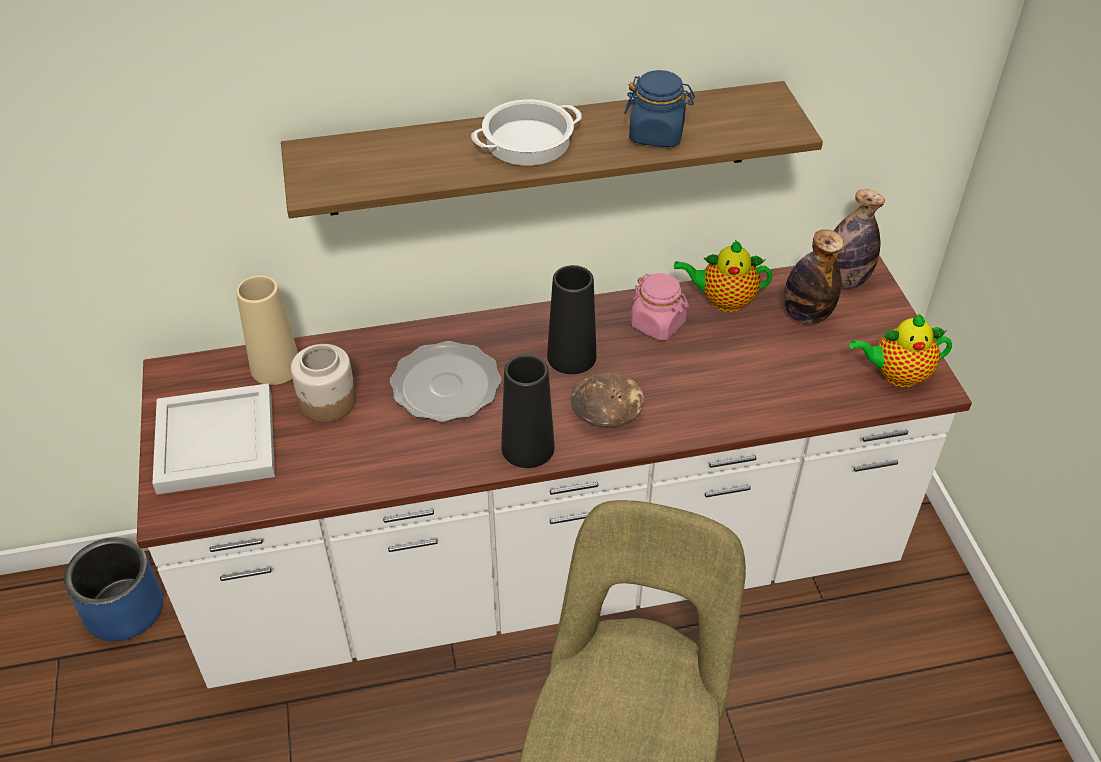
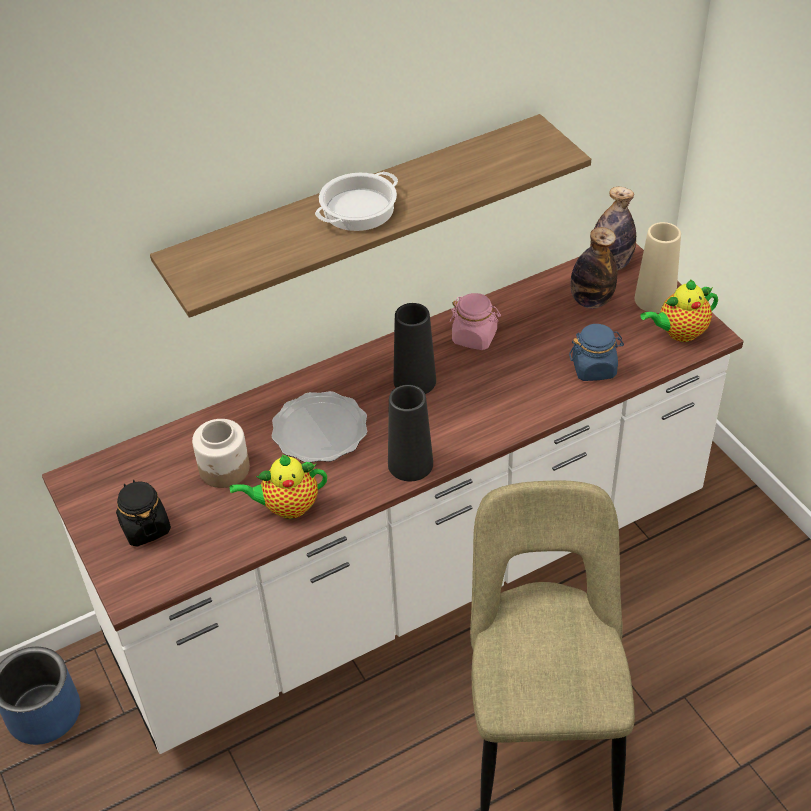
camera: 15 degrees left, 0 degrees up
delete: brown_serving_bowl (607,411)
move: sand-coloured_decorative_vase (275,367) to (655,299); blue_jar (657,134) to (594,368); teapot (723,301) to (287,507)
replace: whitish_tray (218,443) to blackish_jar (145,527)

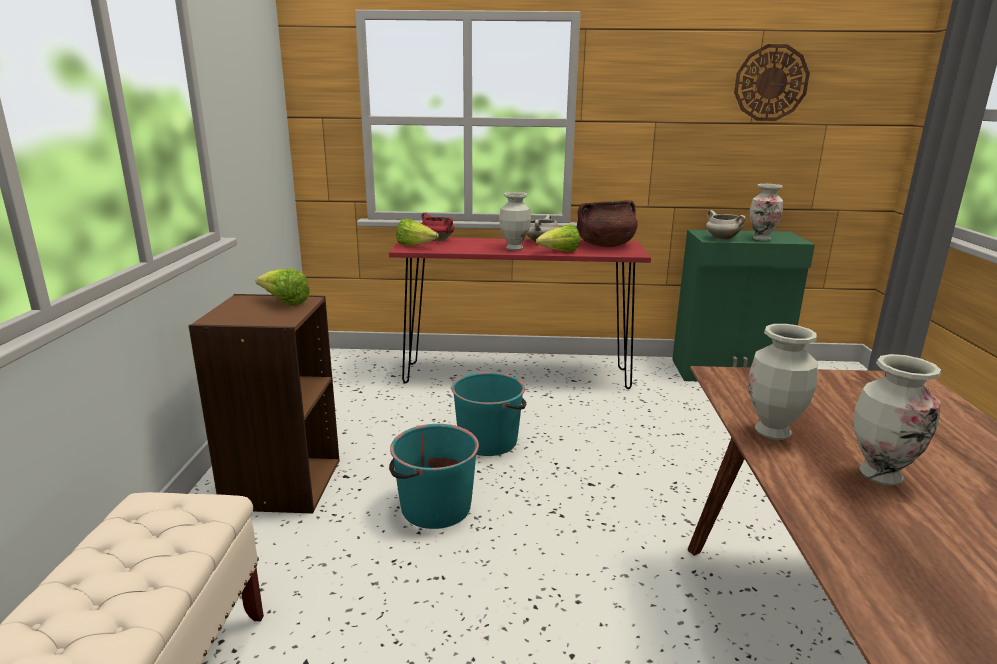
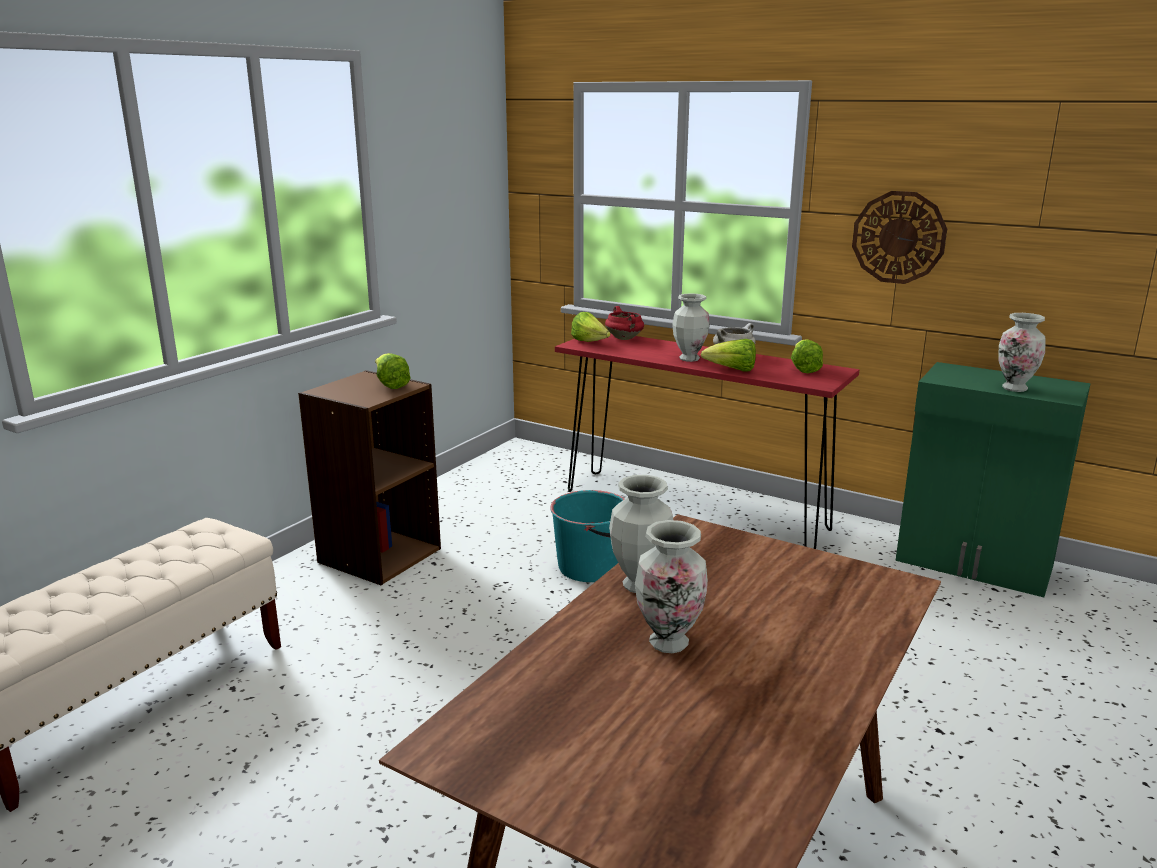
camera: 30 degrees right, 0 degrees up
delete: turquoise-coloured_pail (434,508); whitish_cooking_pot (722,239)
move: hanging_clock (771,83) to (898,237)
replace: brown_cooking_pot (605,245) to head_of_lettuce (803,369)

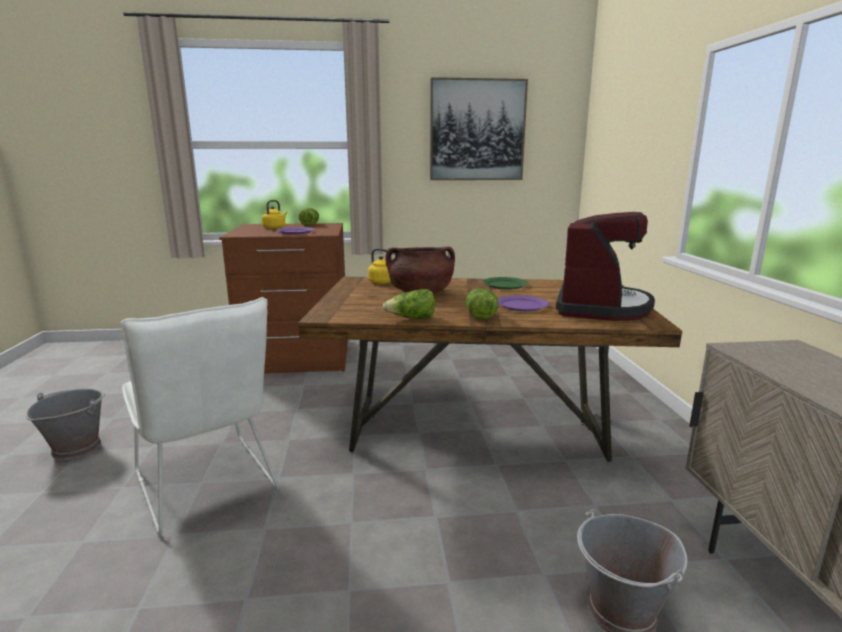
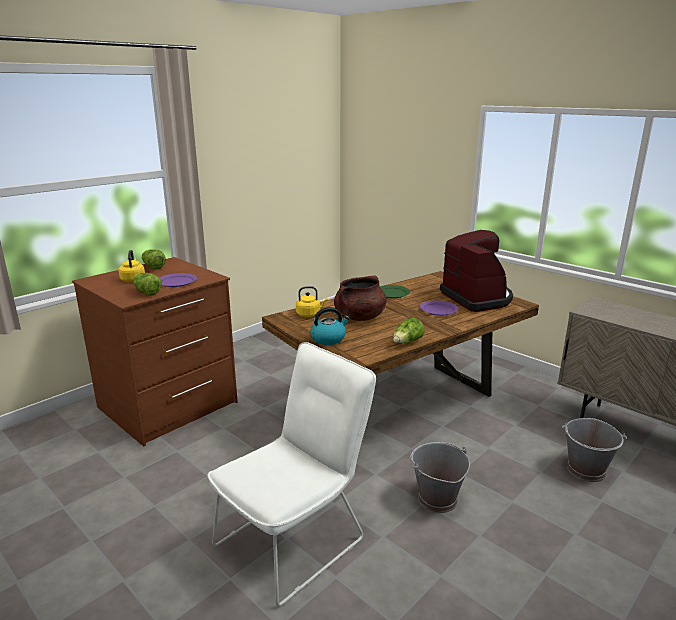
camera: 40 degrees left, 5 degrees up
delete: wall_art (477,130)
insert: water_kettle (328,338)
move: greyish_pail (76,448) to (436,499); head_of_lettuce (479,315) to (146,292)
rotate: whitish_chair (208,486) = (297,537) 60 degrees counterclockwise

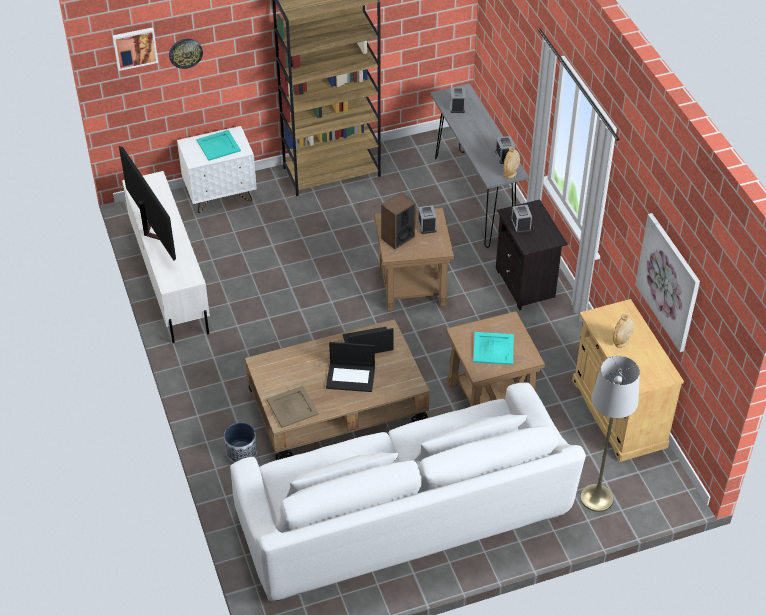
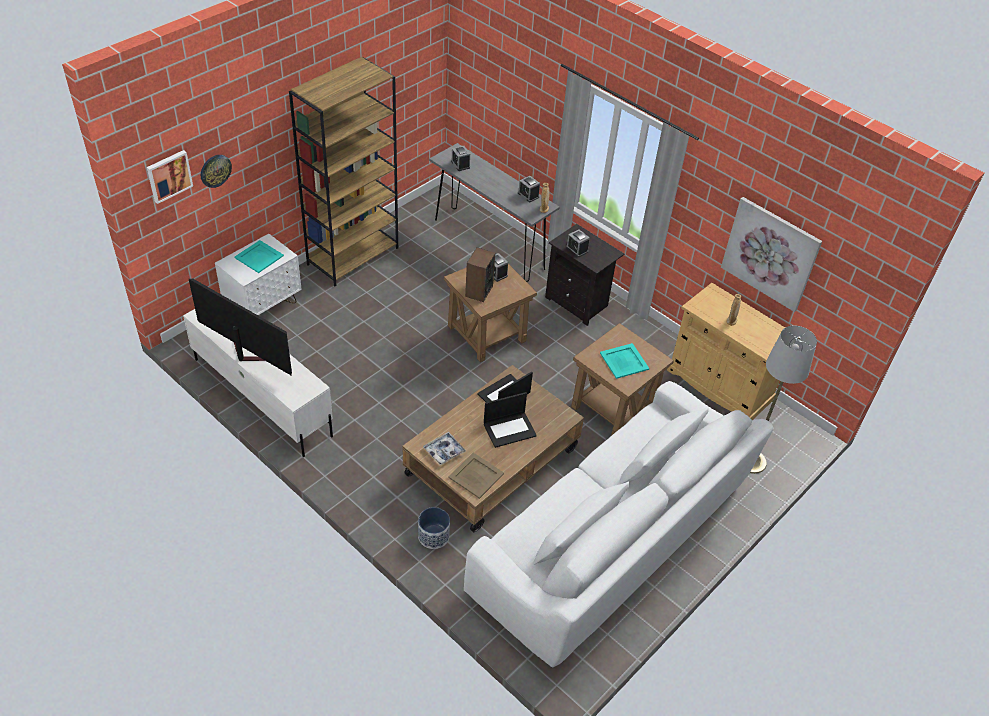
camera: 30 degrees left, 0 degrees up
insert: tray (444,451)

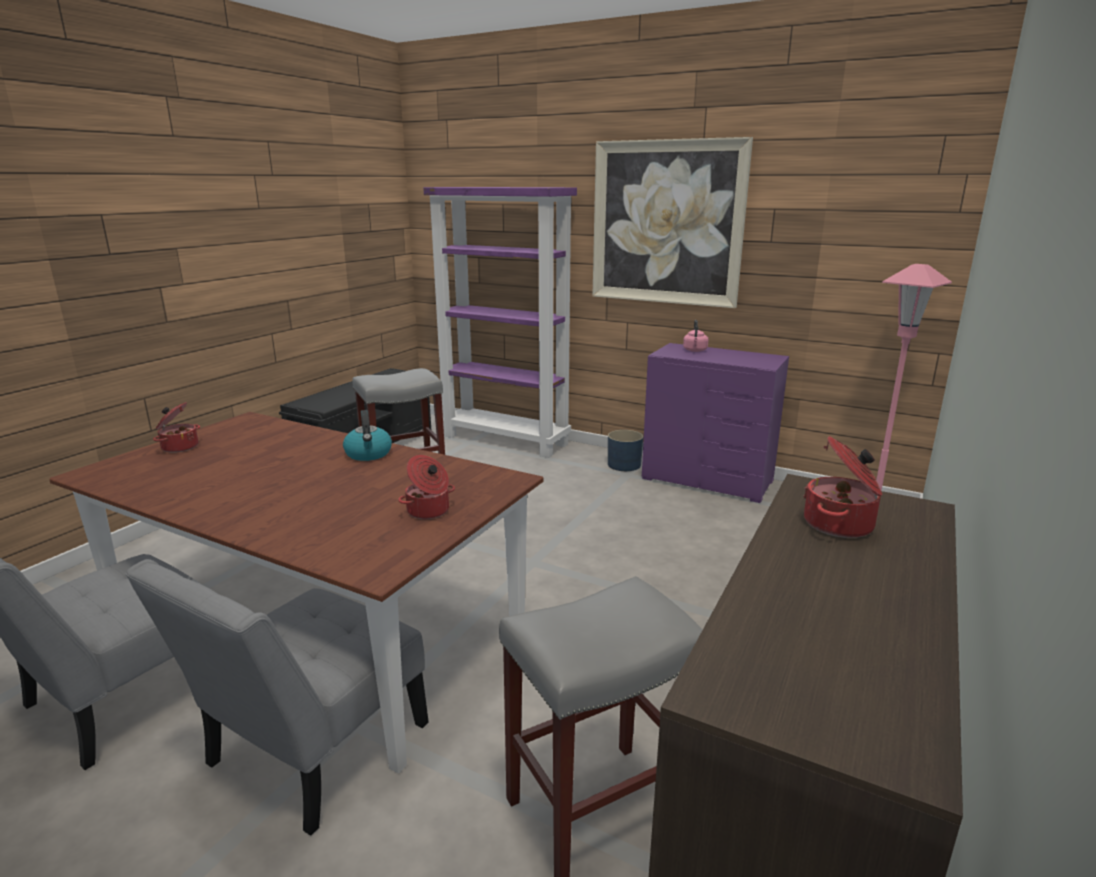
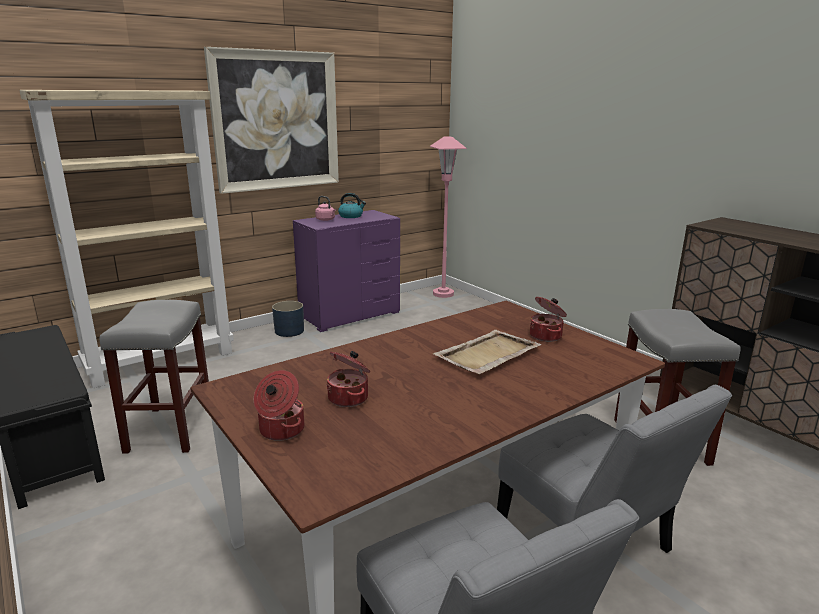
camera: 65 degrees left, 0 degrees up
insert: sand-coloured_tray (486,354)
move: water_kettle (369,454) to (351,216); cooking_pot (840,524) to (349,398)
recolor: purple-coloured_bookcase (506,440) to sand-coloured_bookcase (161,361)

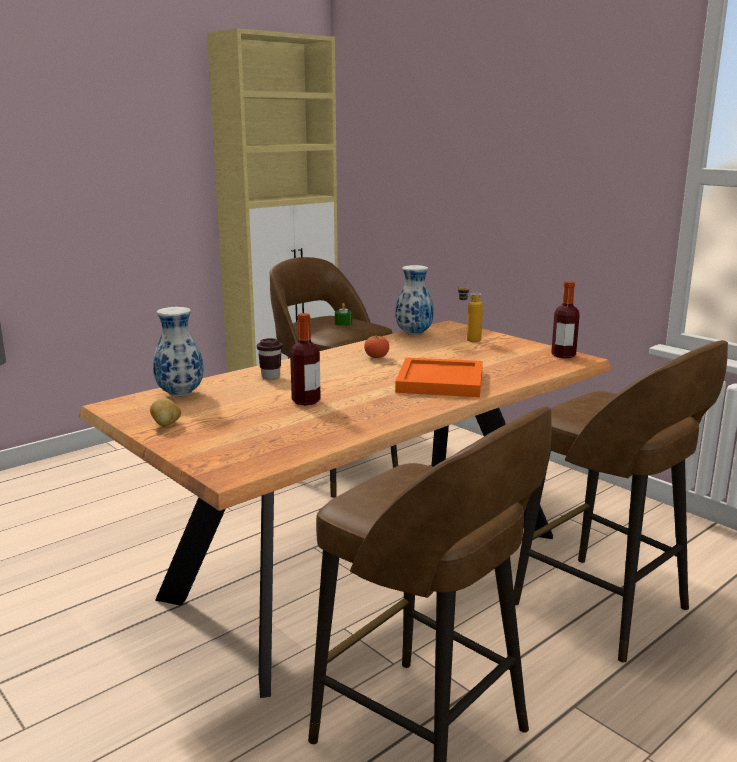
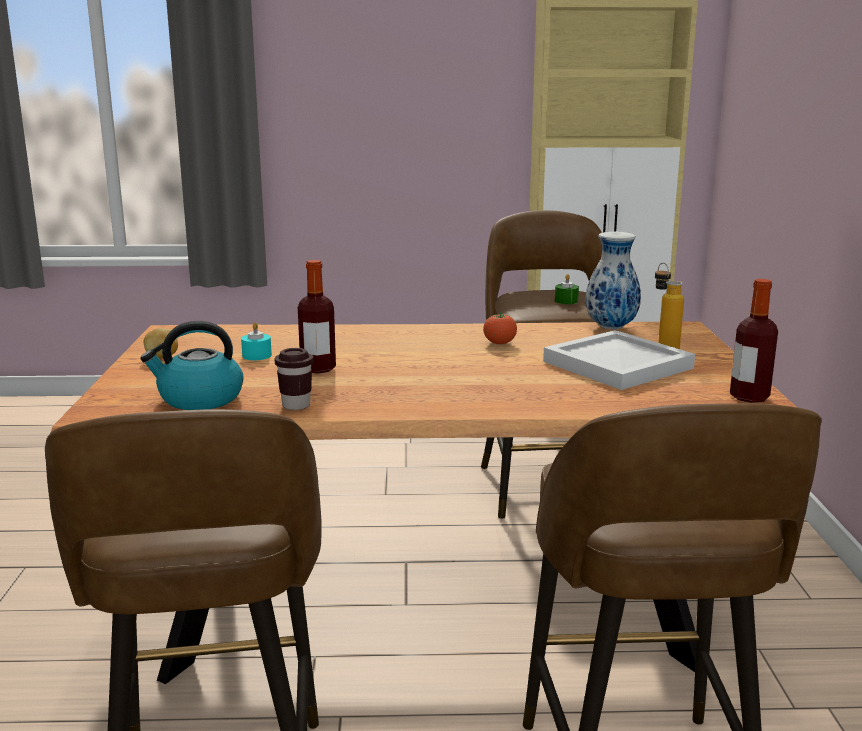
camera: 40 degrees right, 0 degrees up
delete: decorative_vase (181,394); orange-coloured_tray (441,381)
insert: water_kettle (199,399); turquoise-coloured_wax_light (257,355); whitish_tray (615,365)
move: brown_small_cup (270,376) to (296,405)

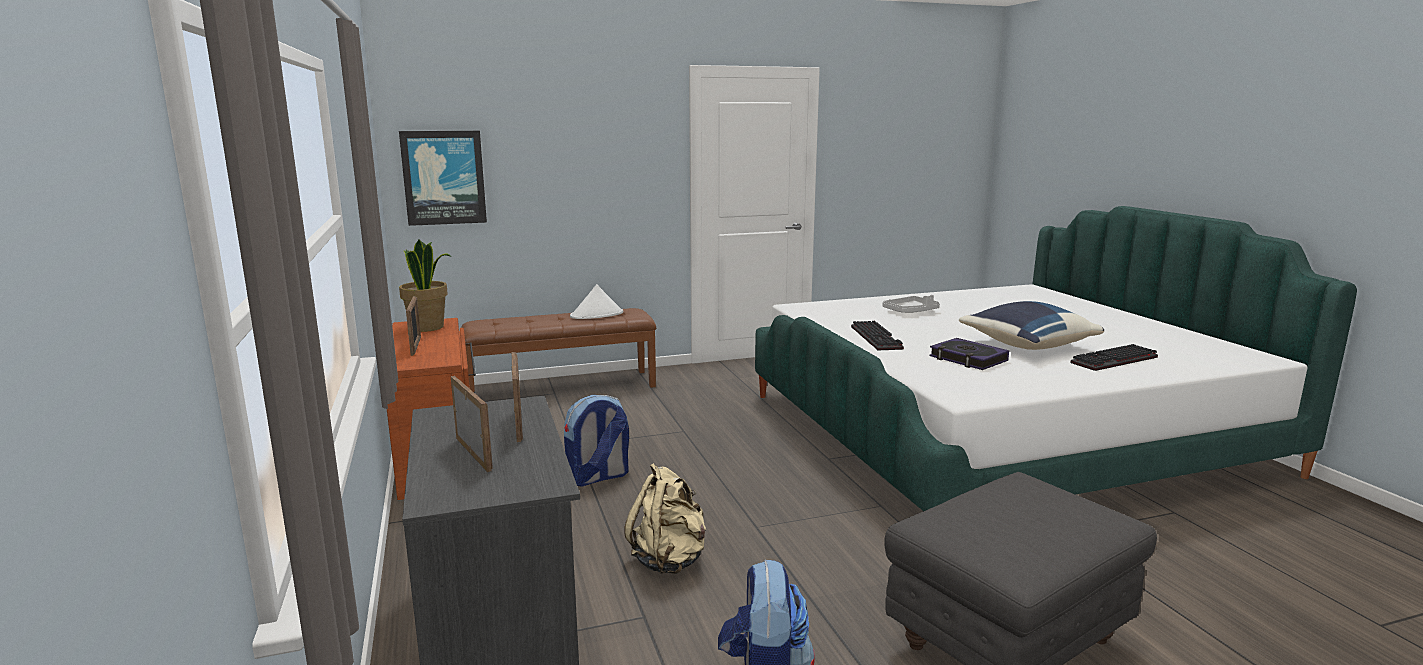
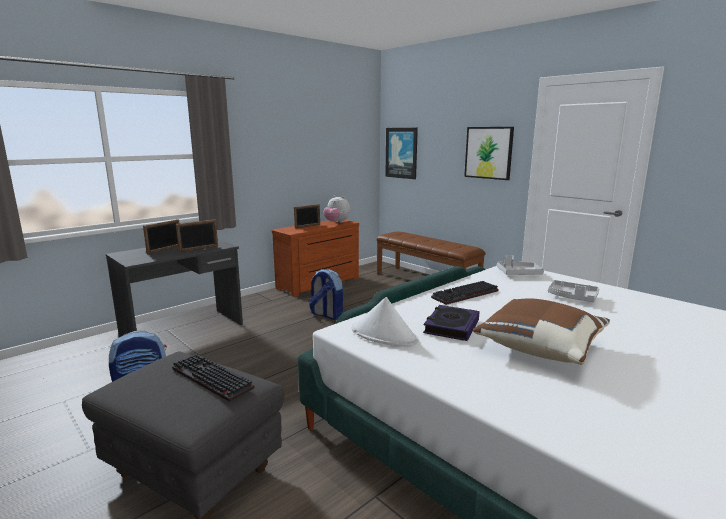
camera: 65 degrees right, 0 degrees up
delete: sand-coloured_rucksack (669,560)
insert: wall_art (488,152); greyish_tray (518,274)
move: whitish_clothing_hat (597,315) to (384,335); PC_keyboard (1114,361) to (209,379)
replace: potted_plant (428,327) to plush_toy (336,222)
recolor: blue_pillow (1026,345) to brown_pillow (539,347)

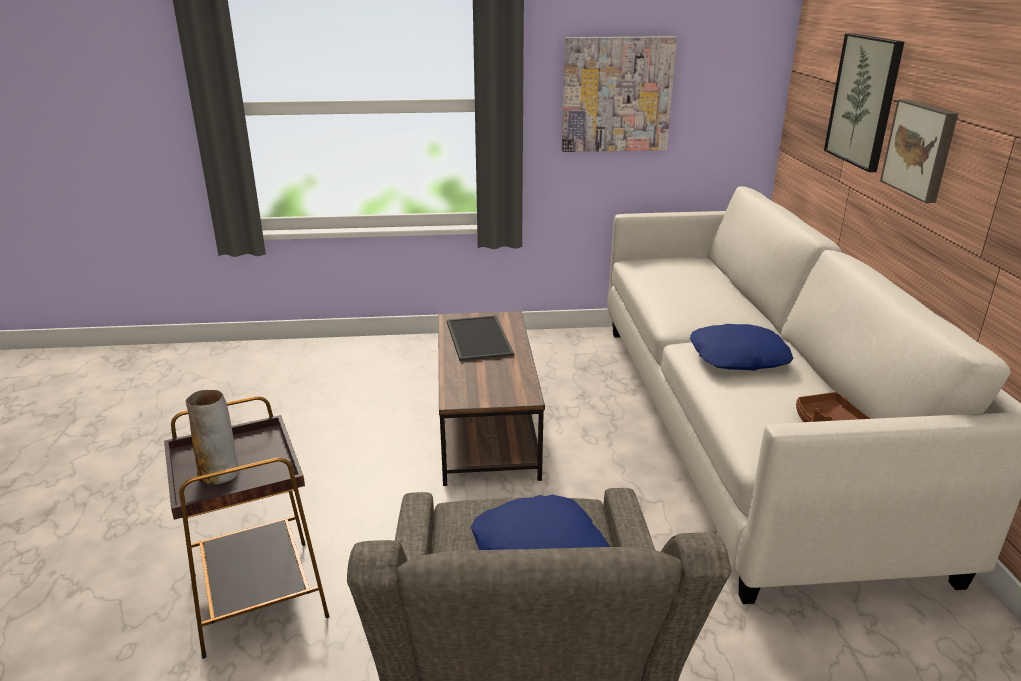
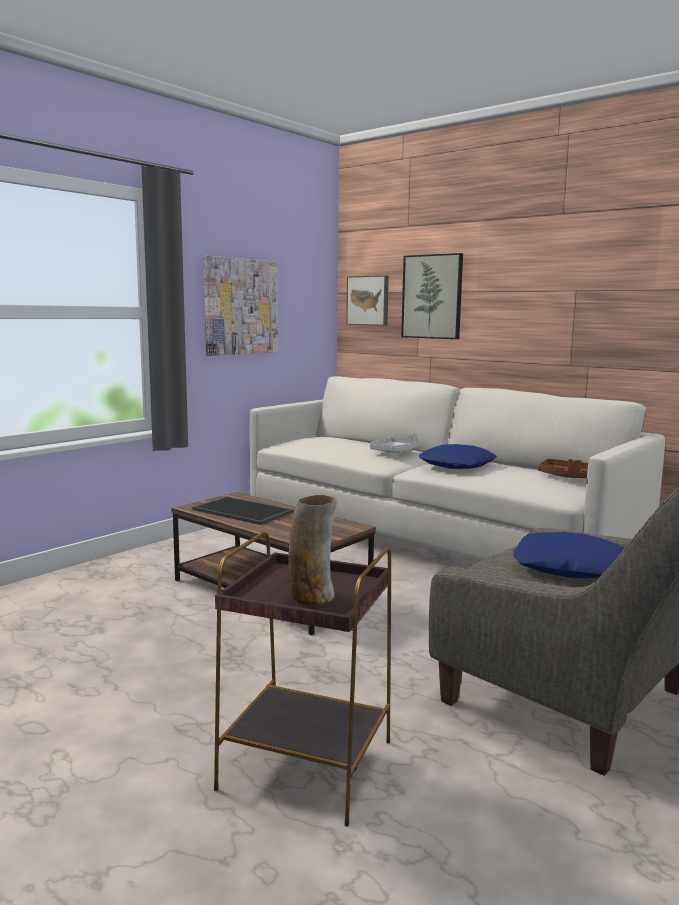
camera: 45 degrees left, 15 degrees down
insert: greyish_tray (395,451)
move: wall_art (921,149) to (368,300)

